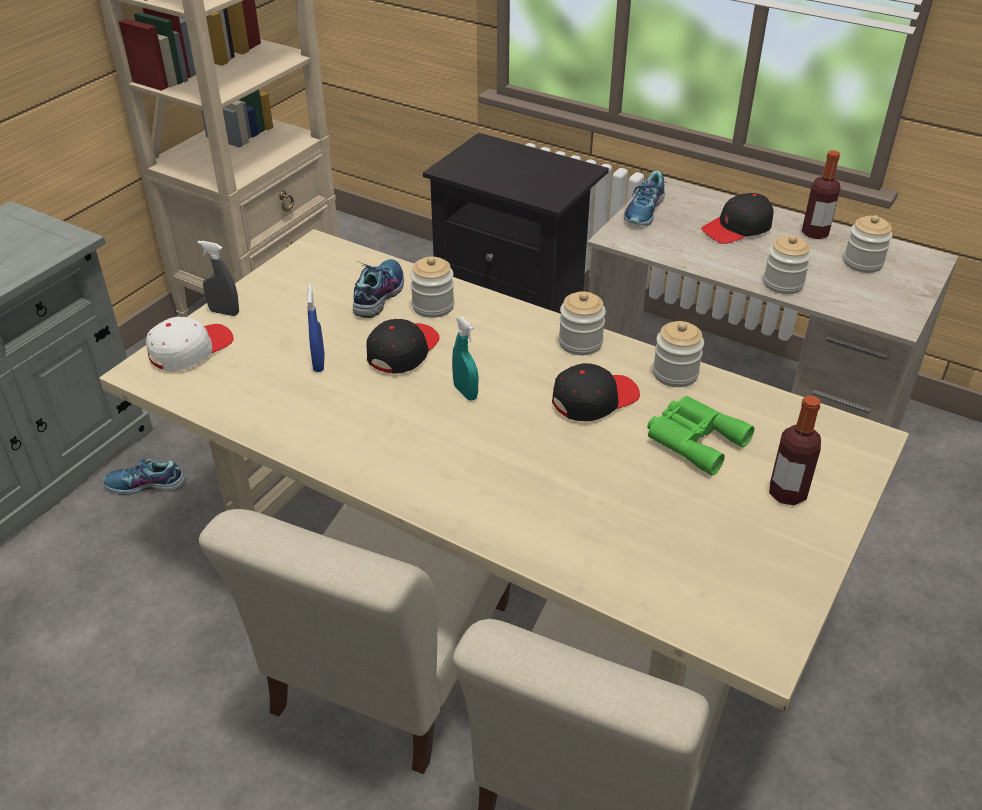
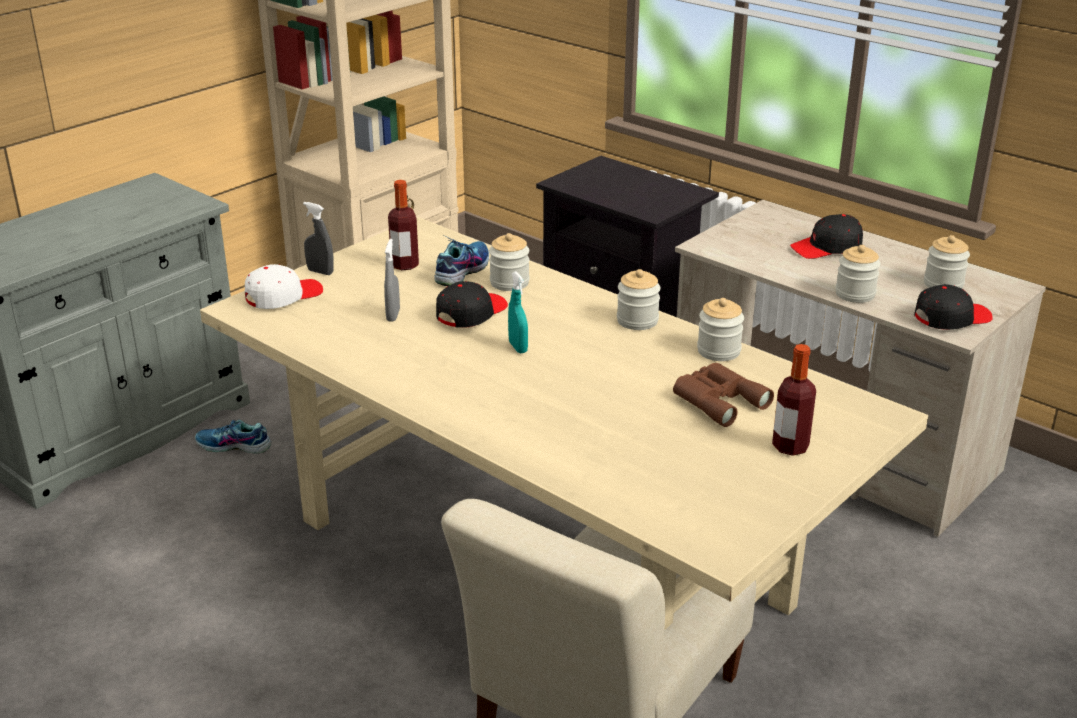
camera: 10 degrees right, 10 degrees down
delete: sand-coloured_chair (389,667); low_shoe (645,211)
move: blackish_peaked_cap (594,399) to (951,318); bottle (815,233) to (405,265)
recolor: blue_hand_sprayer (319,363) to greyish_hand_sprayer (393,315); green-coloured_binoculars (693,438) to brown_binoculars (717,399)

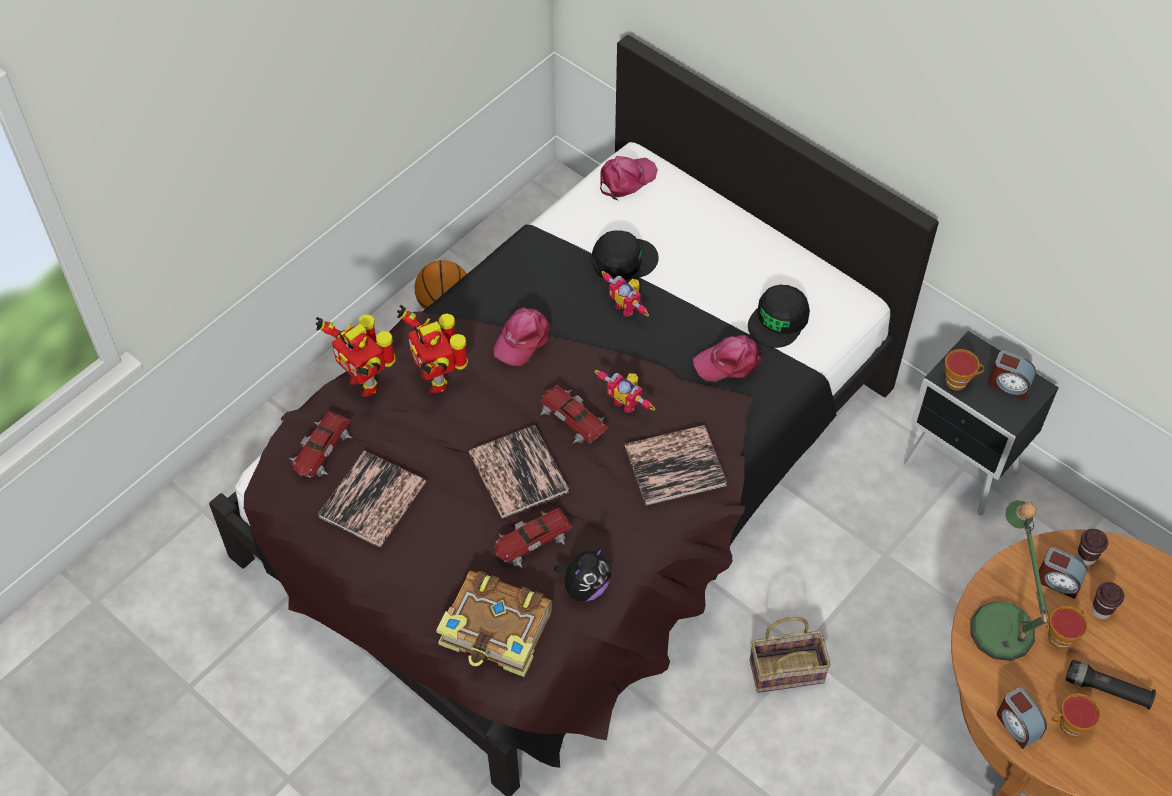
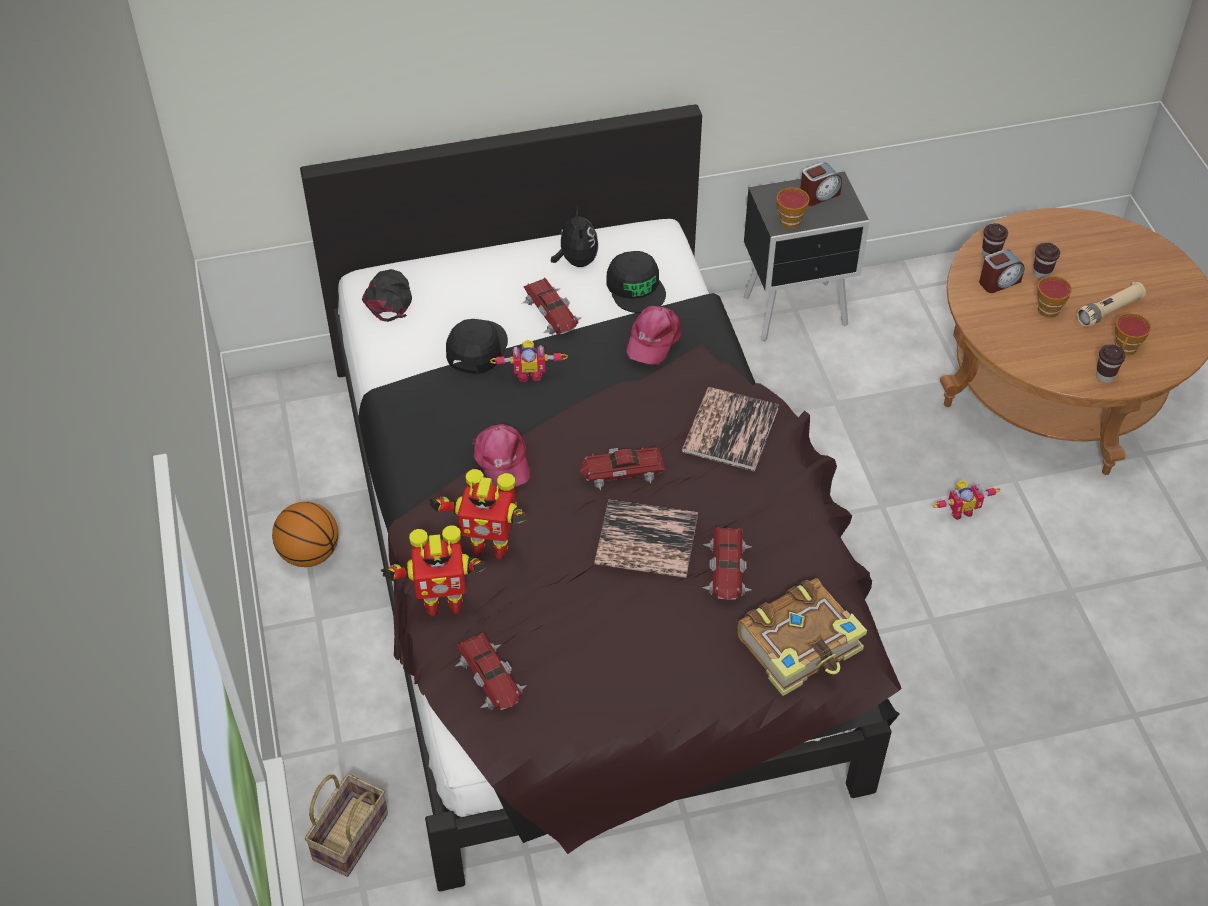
camera: 55 degrees left, 5 degrees down
delete: bound_book (372,500); table_lamp (1001,620)
insert: toy_car (552,312)
move: plush_toy (585,587) to (576,261); toy_robot (626,402) to (960,510); basket (788,669) to (350,834)
replace: bedside_clock (1017,725) to brown_small_cup (1104,376)
recolor: pink_peaked_cap (626,179) to blackish_peaked_cap (388,298); blackish_hand_torch (1107,690) to sand-coloured_hand_torch (1109,311)

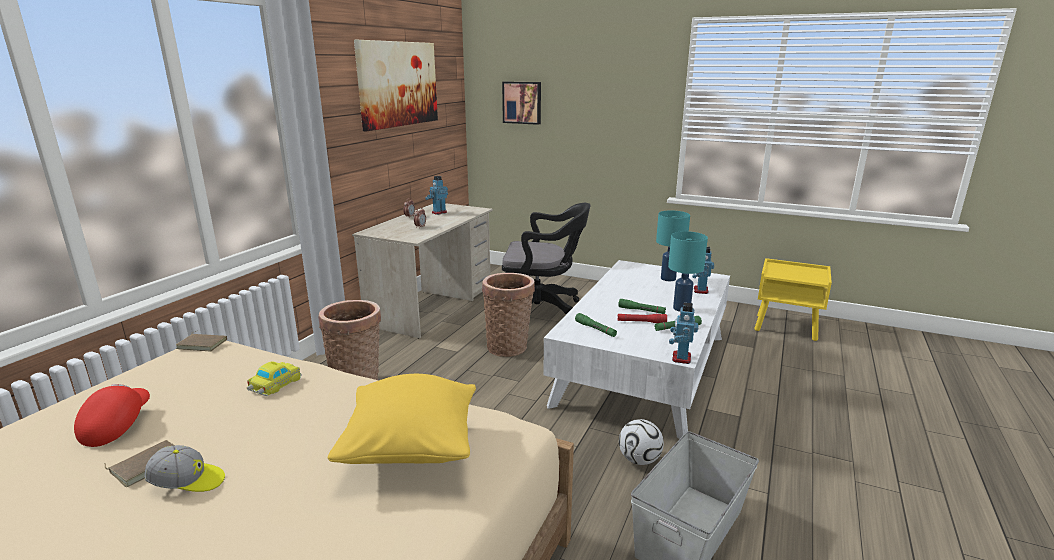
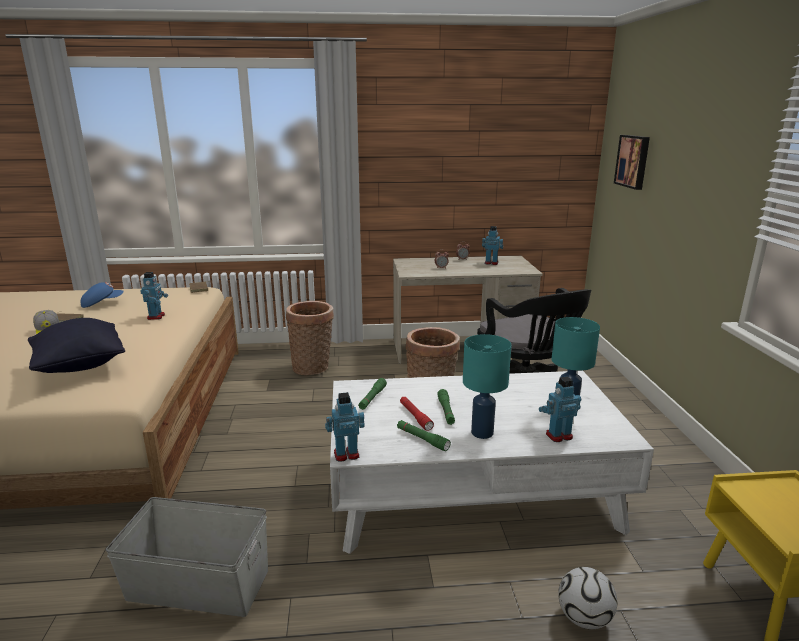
camera: 60 degrees right, 0 degrees up
delete: wall_art (398,84)
move: football (639,459) to (584,618)
replace: toy_car (274,384) to toy_robot (156,316)
recolor: red_peaked_cap (116,425) to blue_peaked_cap (102,303); yellow-coloured_pillow (411,449) to blackish_pillow (80,366)

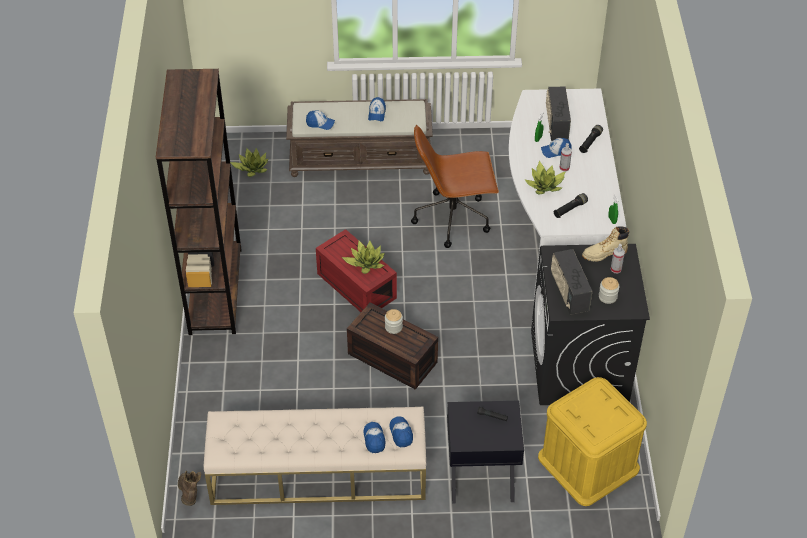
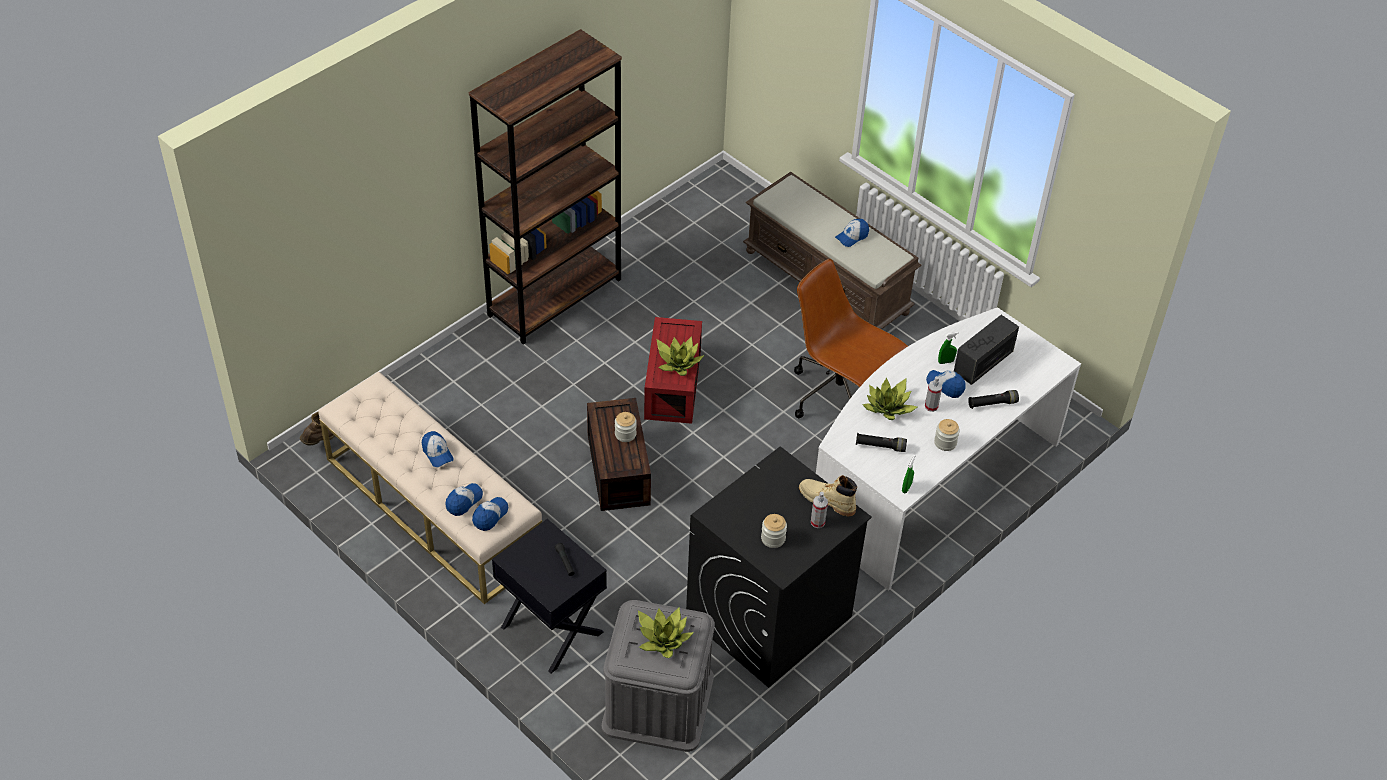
camera: 45 degrees right, 0 degrees up
delete: radio_receiver (569,293)
insert: jar (945,442)
move: potted_plant (252,168) to (663,638); peaked_cap (320,123) to (437,453)
recolor: yellow-coloured_storage_box (588,463) to greyish_storage_box (658,702)

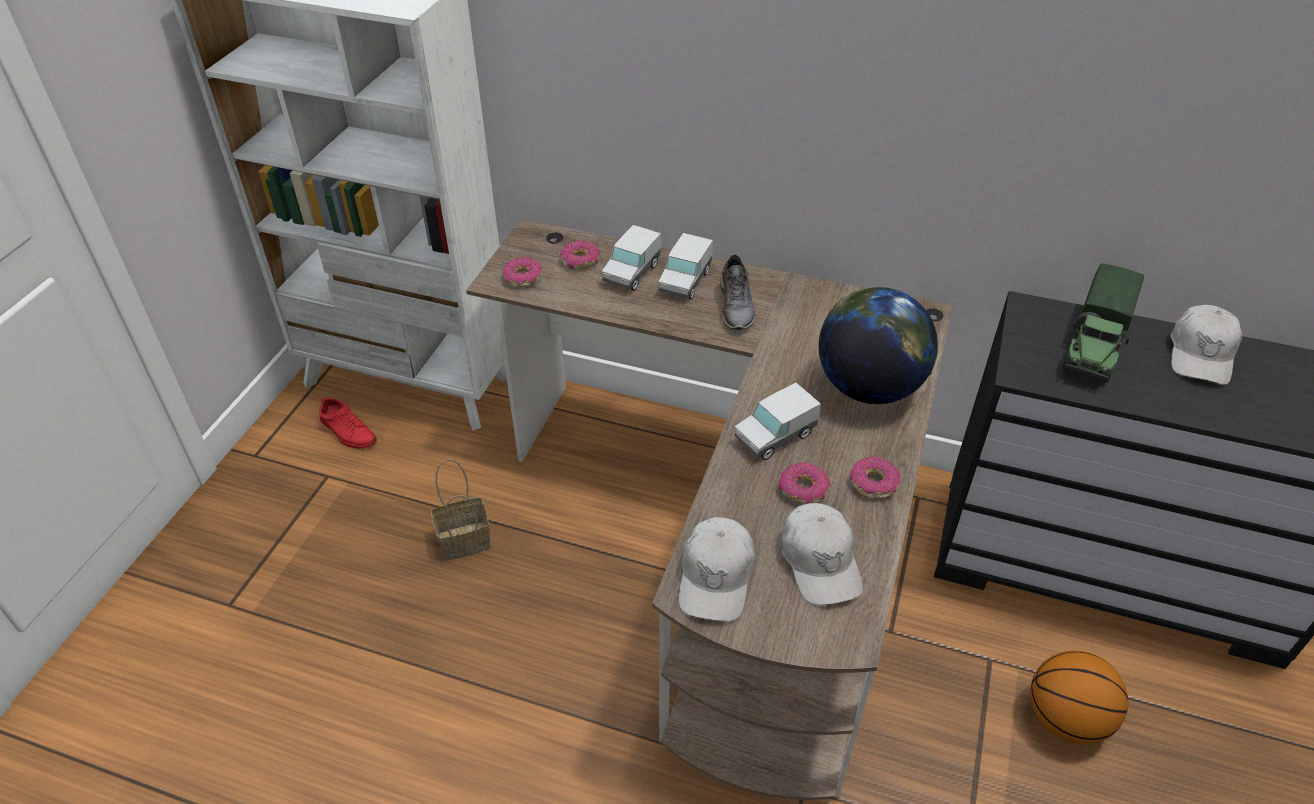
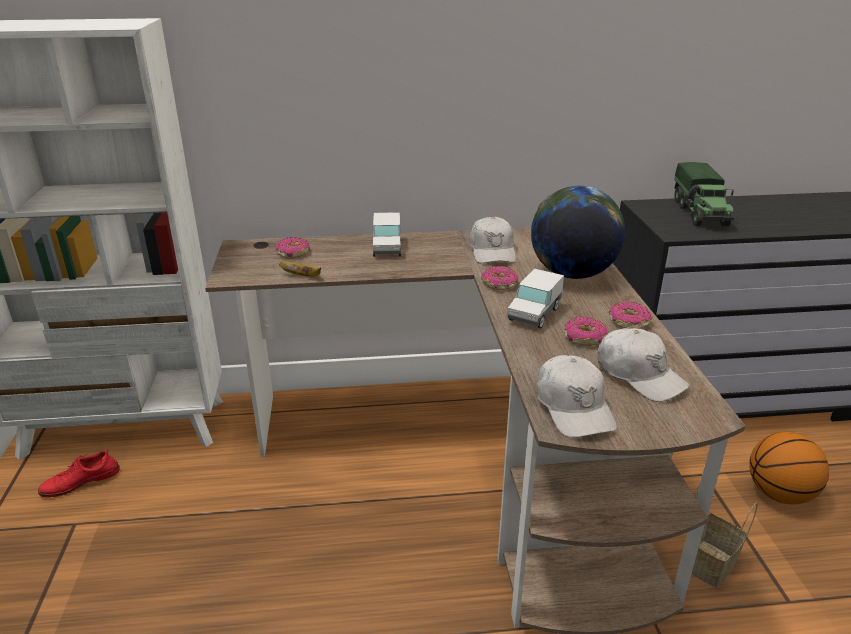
camera: 25 degrees left, 15 degrees down
delete: model_truck (632,273); greyish_low_shoe (737,306)
insert: banana_fruit (303,276)
move: basket (466,539) to (708,561); doughnut (522,278) to (499,284); whitish_peaked_cap (1201,354) to (492,251)
rotate: red_low_shoe (348,431) = (80,481) 135 degrees clockwise

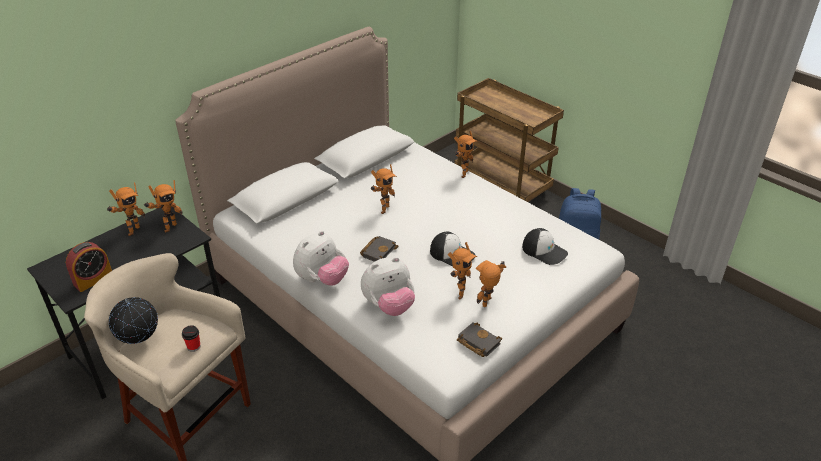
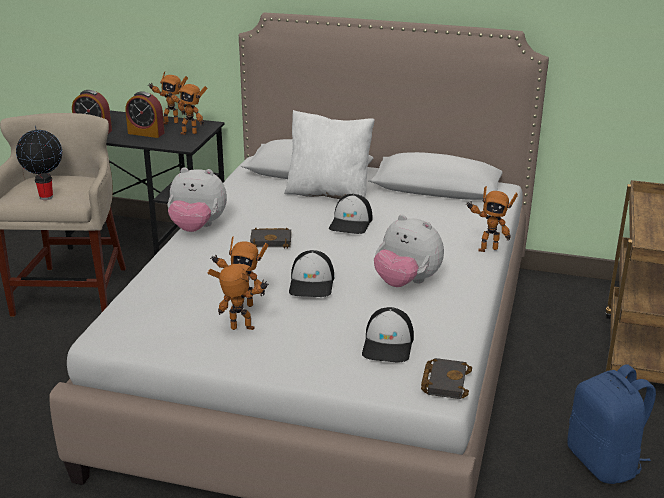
camera: 60 degrees right, 10 degrees down
insert: bedside_clock (146,133); whitish_pillow (329,194)
move: plush_toy (389,306) to (406,282); blackish_bound_book (477,342) to (444,381)
replace: toy_robot (383,209) to peaked_cap (351,223)

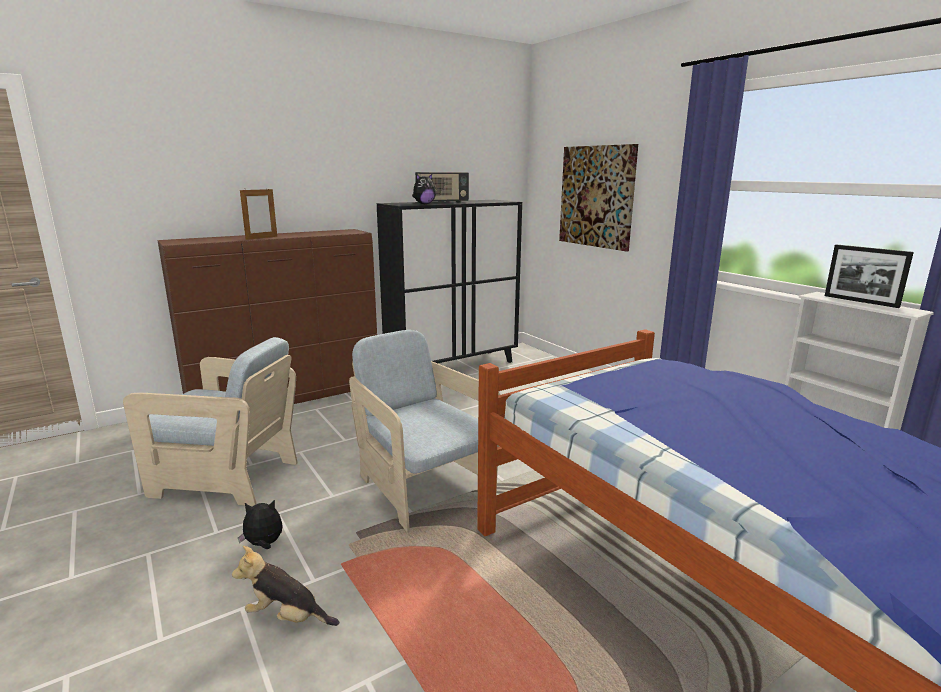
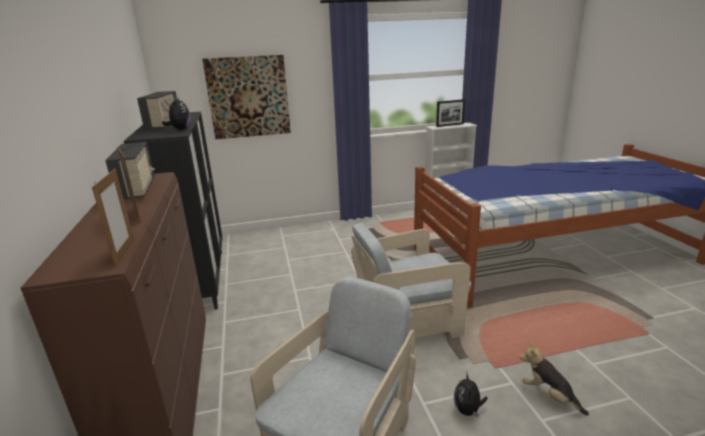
camera: 70 degrees left, 5 degrees up
insert: picture_frame (125,253); radio_receiver (138,189)
rotate: plush_toy (287,617) = (549,396) 105 degrees clockwise

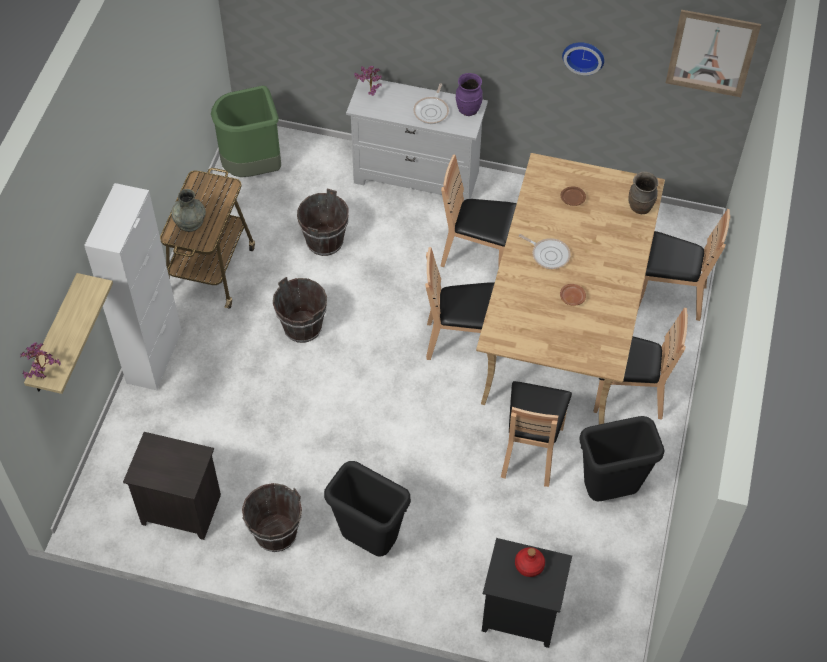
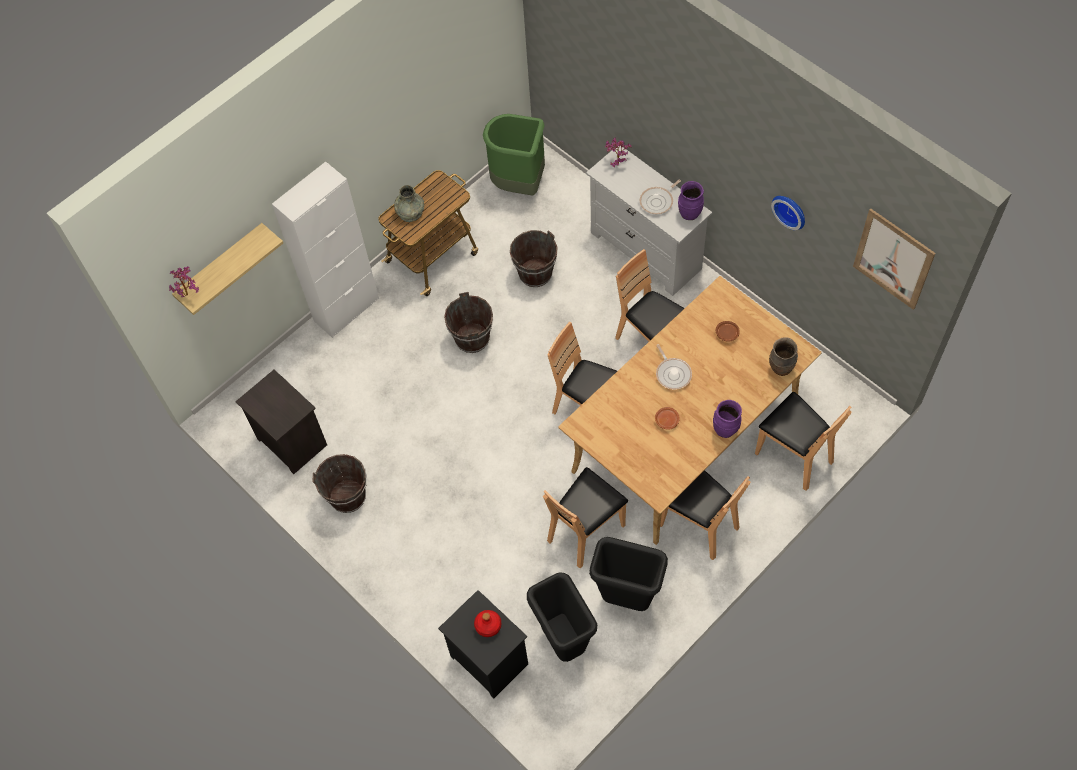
camera: 35 degrees right, 5 degrees up
insert: purple-coloured_decorative_vase (725,429)
move: blackish_waste_bin (368,542) to (563,641)

